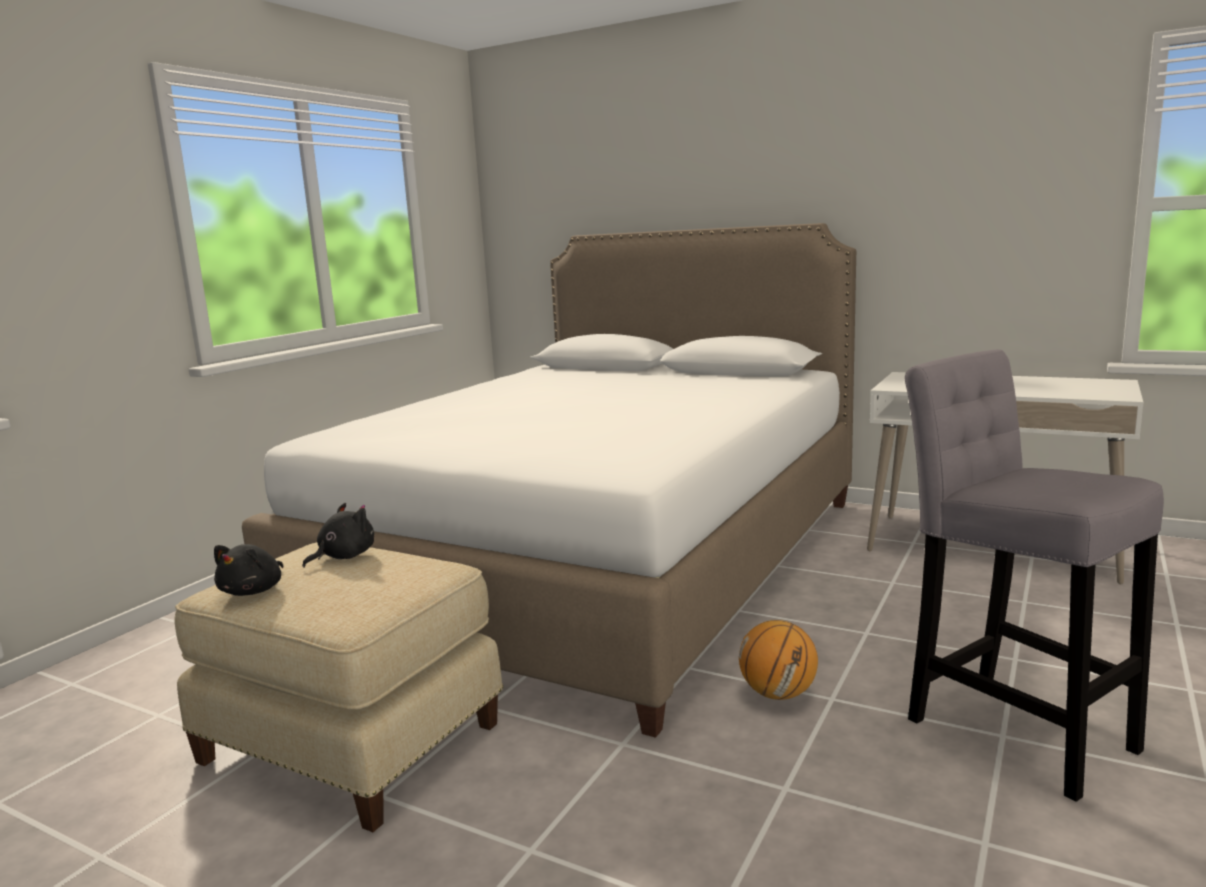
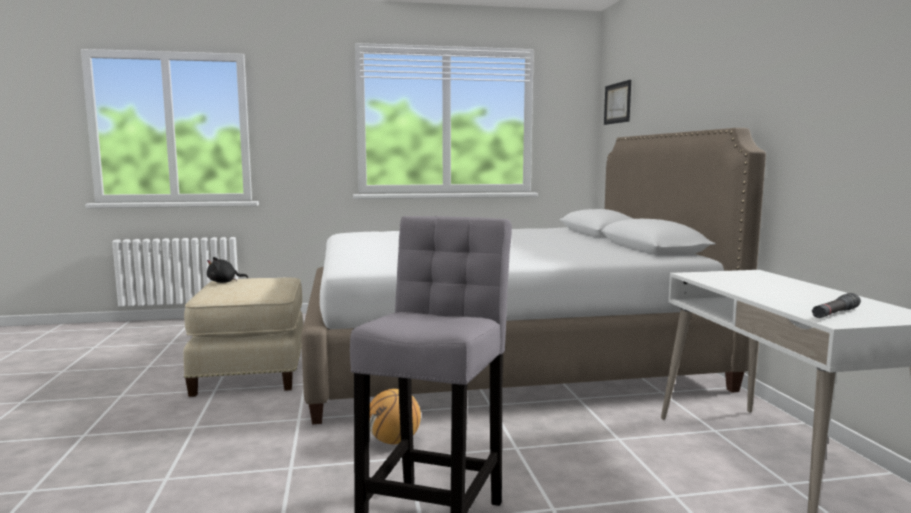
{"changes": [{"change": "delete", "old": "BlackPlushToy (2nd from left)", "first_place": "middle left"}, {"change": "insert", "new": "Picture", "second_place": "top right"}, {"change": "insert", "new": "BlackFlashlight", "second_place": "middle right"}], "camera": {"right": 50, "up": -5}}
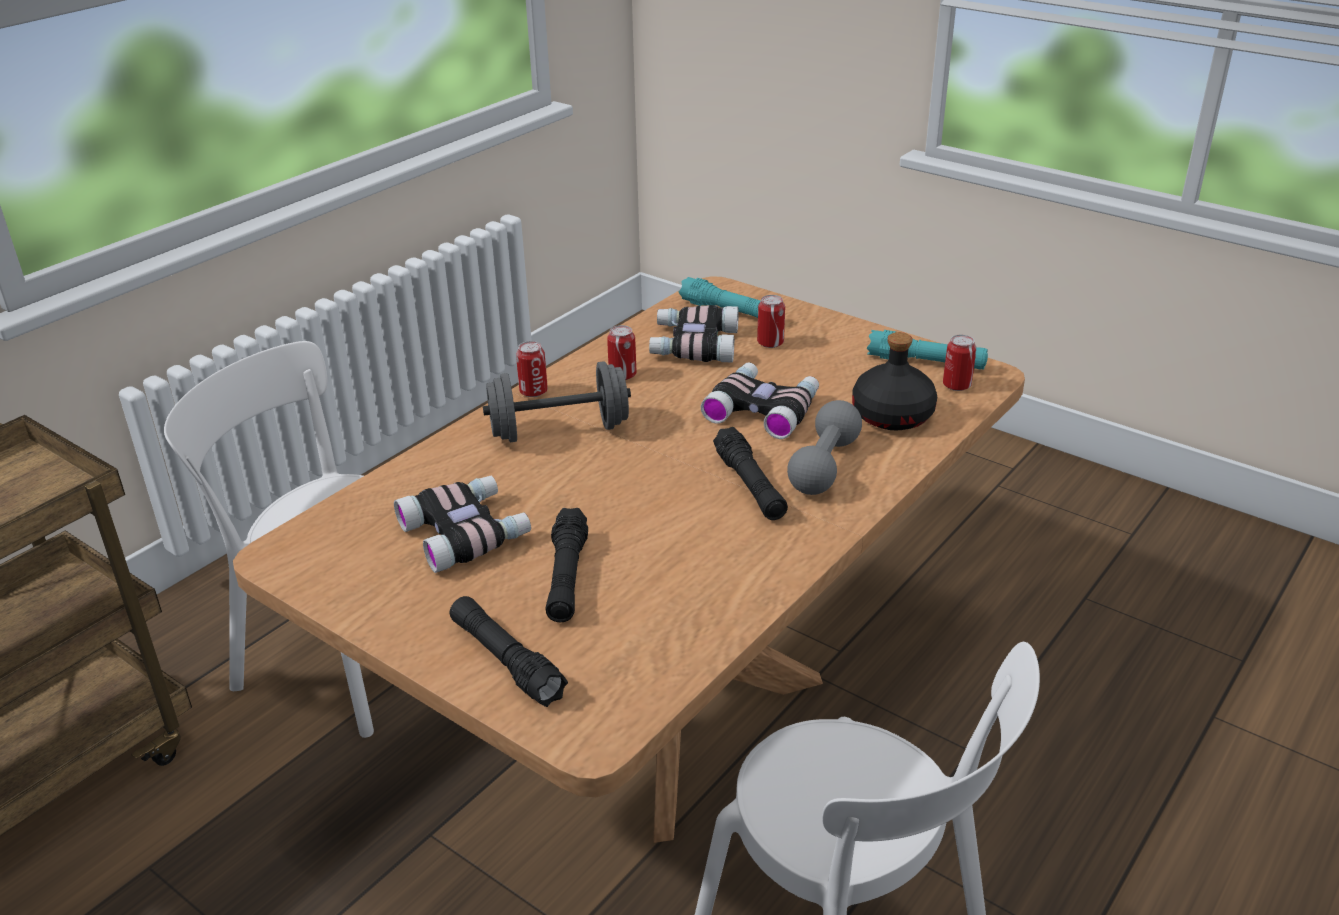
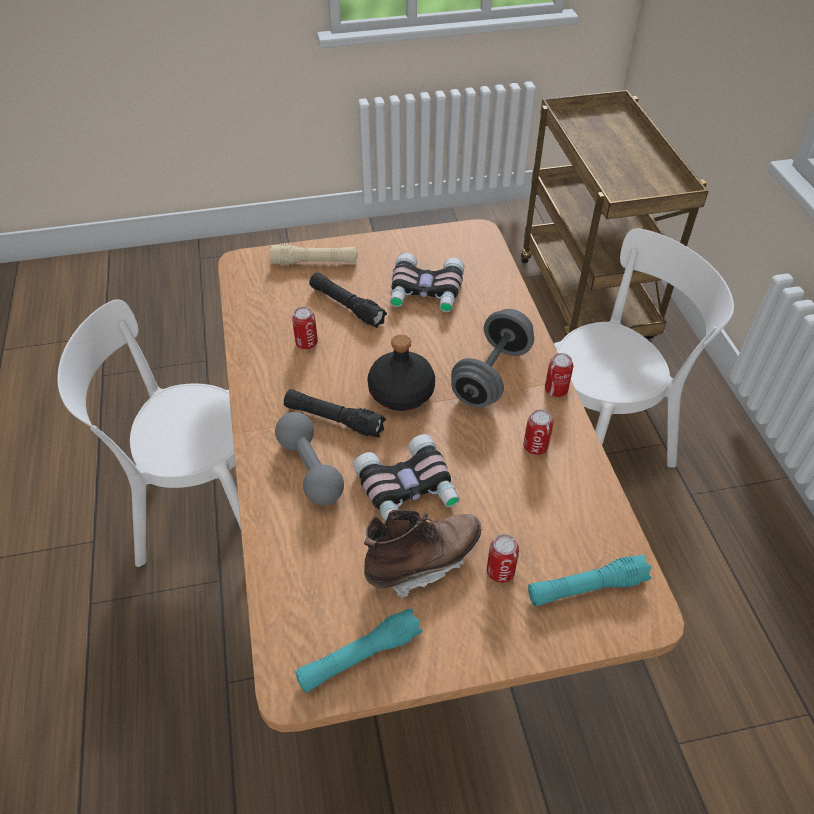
{"changes": [{"change": "delete", "old": "Binoculars (2nd from left)", "first_place": "centre"}, {"change": "move", "old": "BlackBottle", "first_place": "middle right", "second_place": "centre"}, {"change": "move", "old": "Can (4th from left in the first image)", "new": "Can (1st from left)", "first_place": "middle right", "second_place": "centre"}, {"change": "recolor", "old": "BlackFlashlight (1st from left)", "new": "BeigeFlashlight", "first_place": "bottom centre", "second_place": "top centre"}, {"change": "insert", "new": "BrownBoot", "second_place": "bottom centre"}], "camera": {"right": 130, "up": 15}}
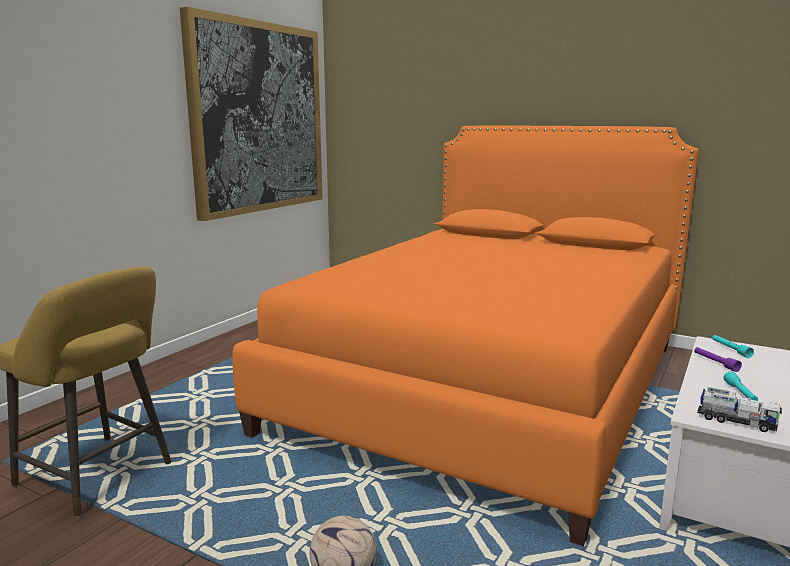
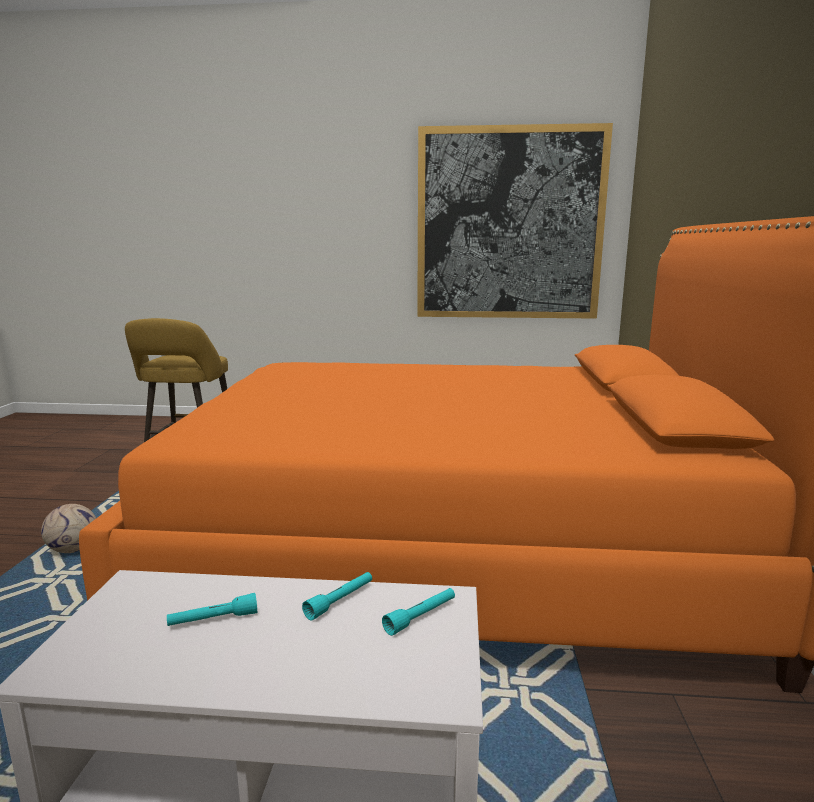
{"changes": [{"change": "recolor", "old": "PurpleFlashlight", "new": "TurquoiseFlashlight (2nd from left)", "first_place": "middle right", "second_place": "bottom centre"}, {"change": "delete", "old": "ToyTruck", "first_place": "bottom right"}], "camera": {"right": 65, "up": 0}}
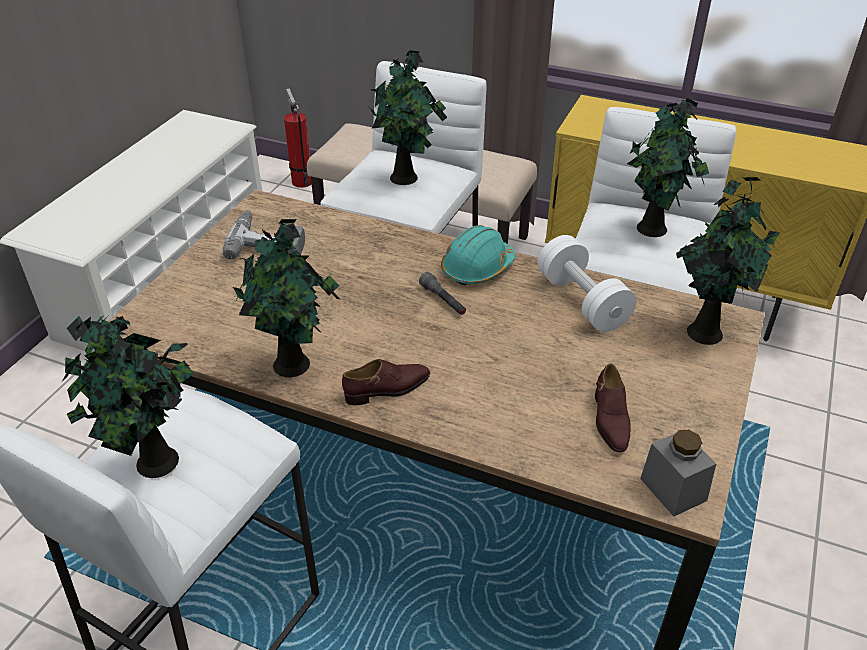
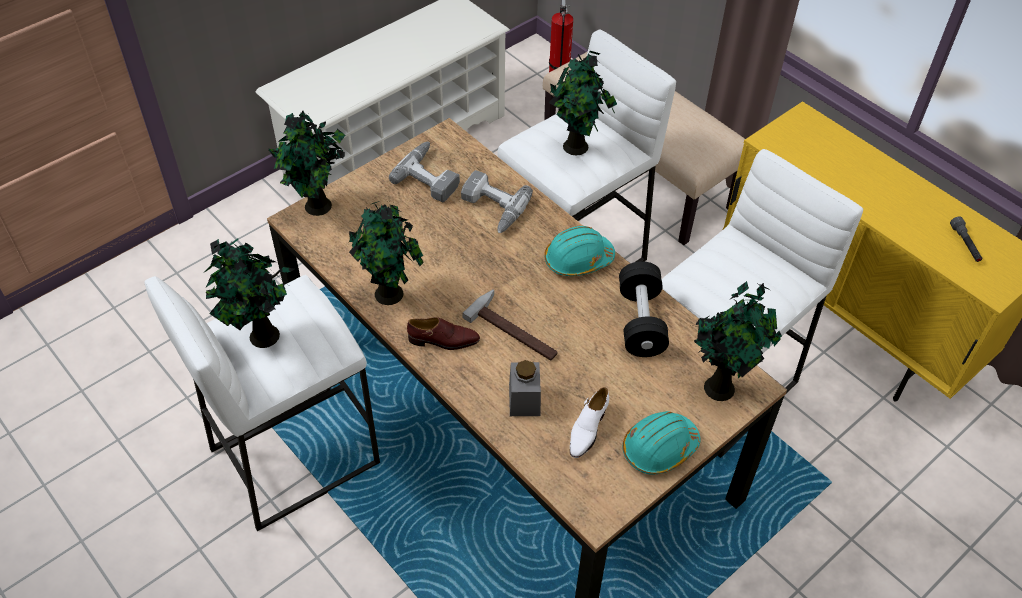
{"changes": [{"change": "move", "old": "PottedPlant (4th from left in the first image)", "new": "PottedPlant (2nd from left)", "first_place": "top right", "second_place": "top left"}, {"change": "recolor", "old": "WhiteDumbbell", "new": "BlackDumbbell", "first_place": "middle right", "second_place": "centre"}, {"change": "move", "old": "GreyFlashlight", "first_place": "centre", "second_place": "middle right"}, {"change": "recolor", "old": "BrownShoe (2nd from left)", "new": "WhiteShoe", "first_place": "middle right", "second_place": "bottom centre"}, {"change": "move", "old": "GreyJar", "first_place": "bottom right", "second_place": "centre"}, {"change": "insert", "new": "PowerDrill (2nd from left)", "second_place": "centre"}, {"change": "insert", "new": "Hammer", "second_place": "centre"}, {"change": "insert", "new": "TurquoiseHardHat (2nd from left)", "second_place": "bottom centre"}], "camera": {"right": 25, "up": 10}}
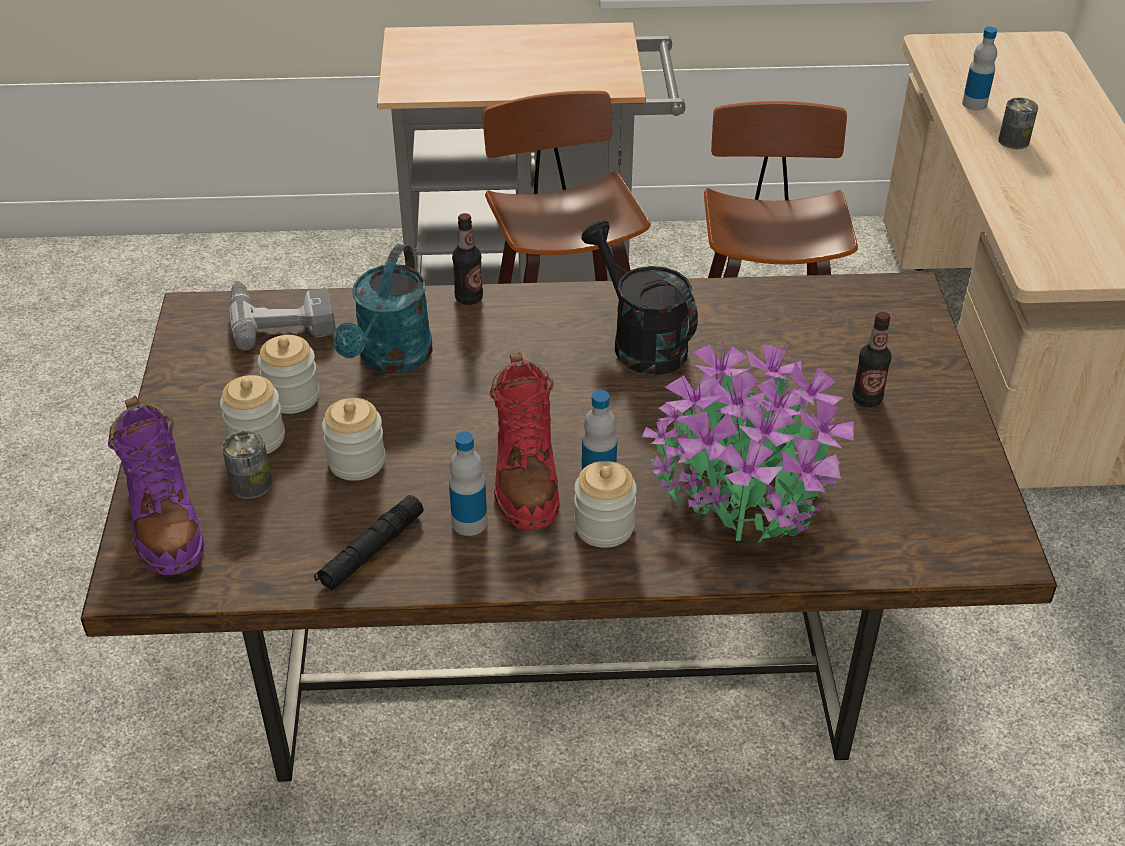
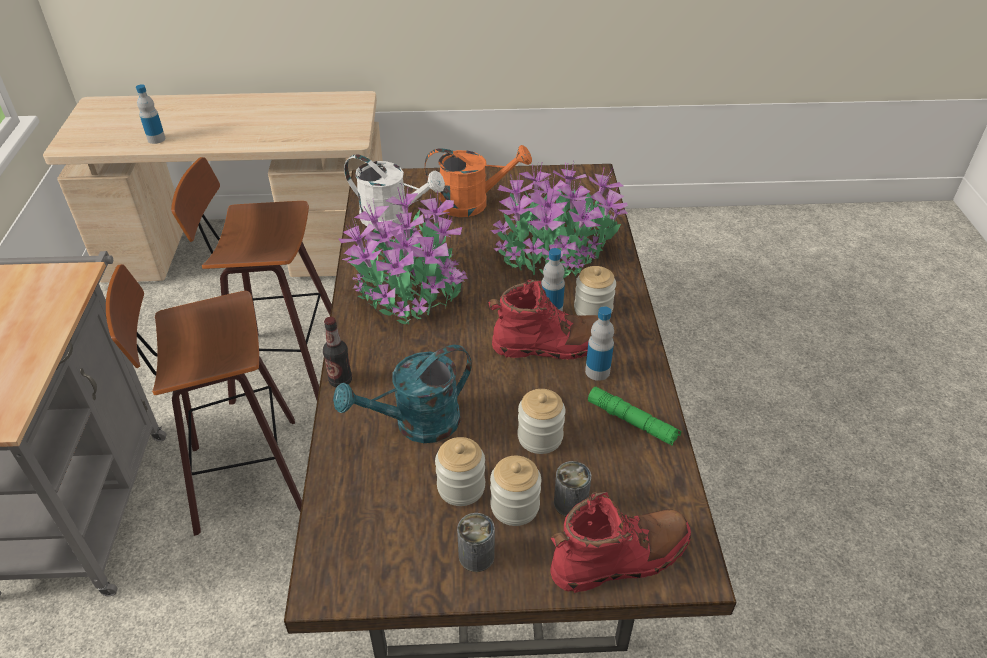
{"changes": [{"change": "move", "old": "Can (2nd from left in the first image)", "new": "Can (1st from left)", "first_place": "top right", "second_place": "bottom centre"}, {"change": "replace", "old": "BlackWateringCan", "new": "PottedPlant (1st from left)", "first_place": "centre", "second_place": "centre"}, {"change": "rotate", "old": "TurquoiseWateringCan", "first_place": "centre", "second_place": "centre", "degrees": 135}, {"change": "delete", "old": "PowerDrill", "first_place": "middle left"}, {"change": "replace", "old": "Bottle (4th from left)", "new": "OrangeWateringCan", "first_place": "middle right", "second_place": "top centre"}, {"change": "recolor", "old": "PurpleBoot", "new": "RedBoot (2nd from left)", "first_place": "middle left", "second_place": "bottom centre"}, {"change": "recolor", "old": "BlackFlashlight", "new": "GreenFlashlight", "first_place": "middle left", "second_place": "centre"}, {"change": "insert", "new": "WhiteWateringCan", "second_place": "top centre"}], "camera": {"right": -90, "up": 0}}
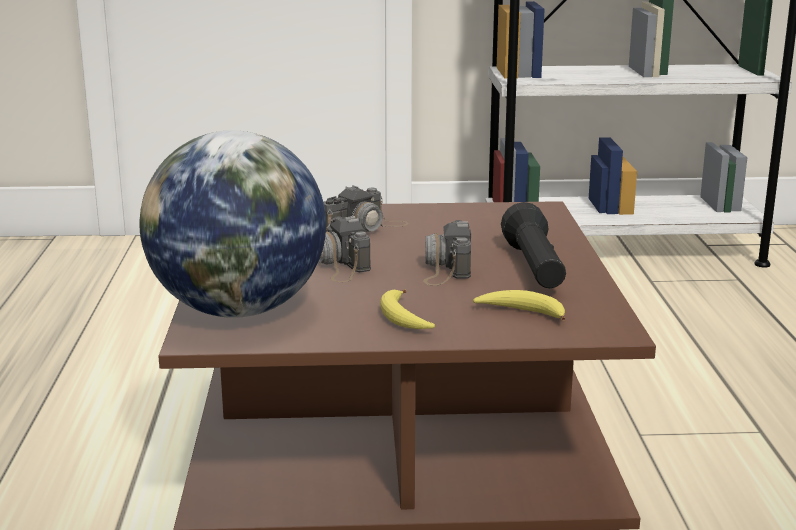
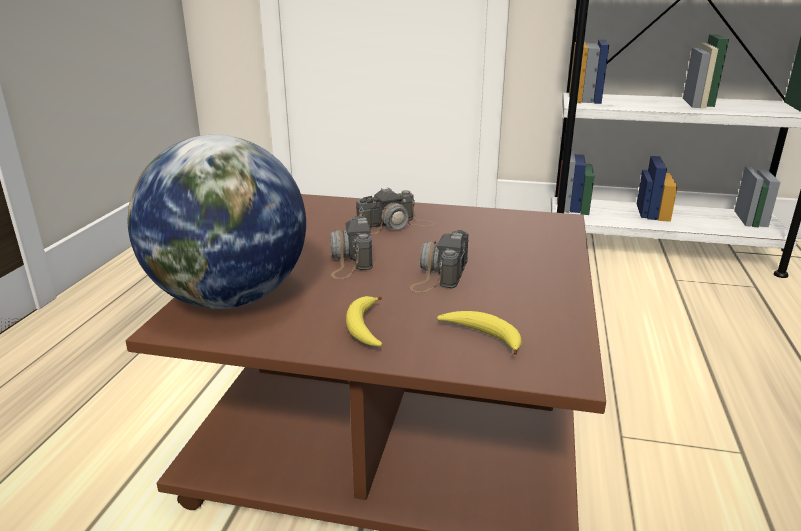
{"changes": [{"change": "delete", "old": "BlackFlashlight", "first_place": "middle right"}], "camera": {"right": 15, "up": 5}}
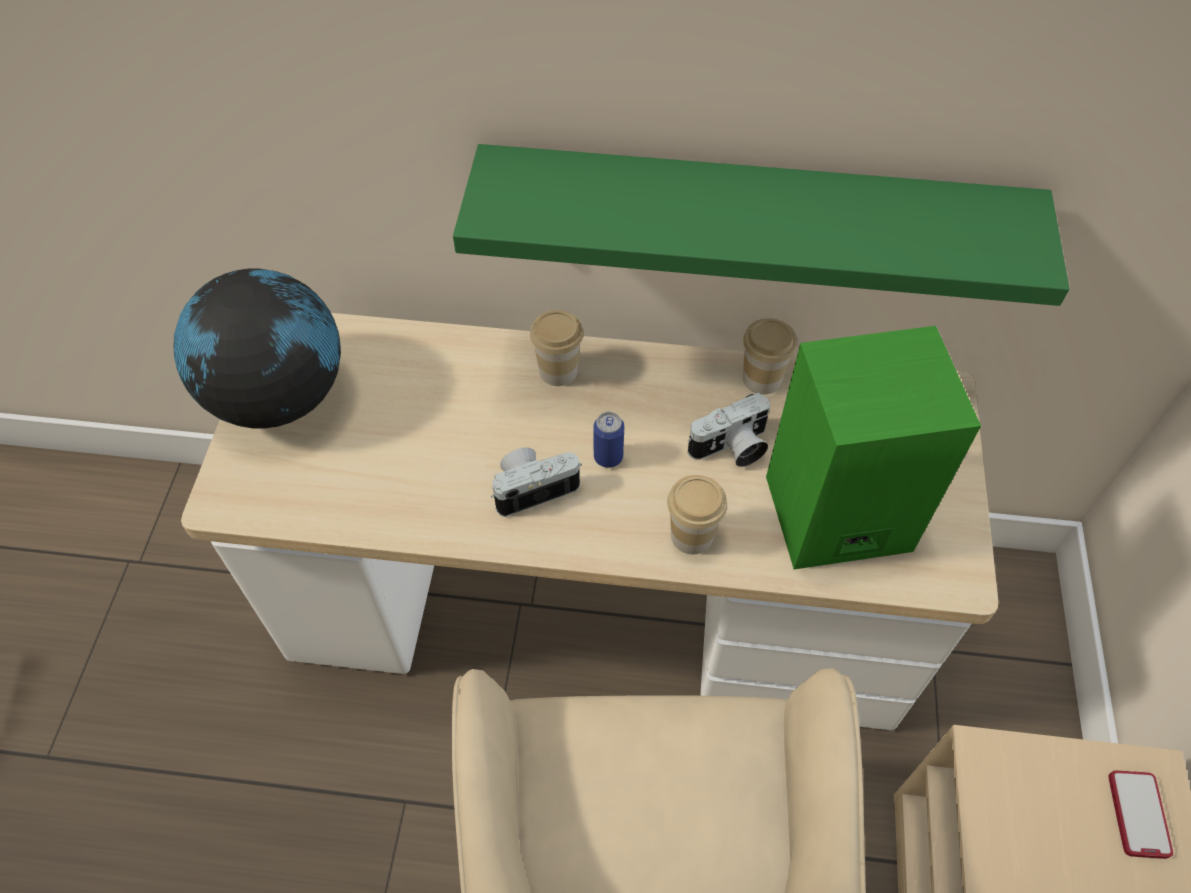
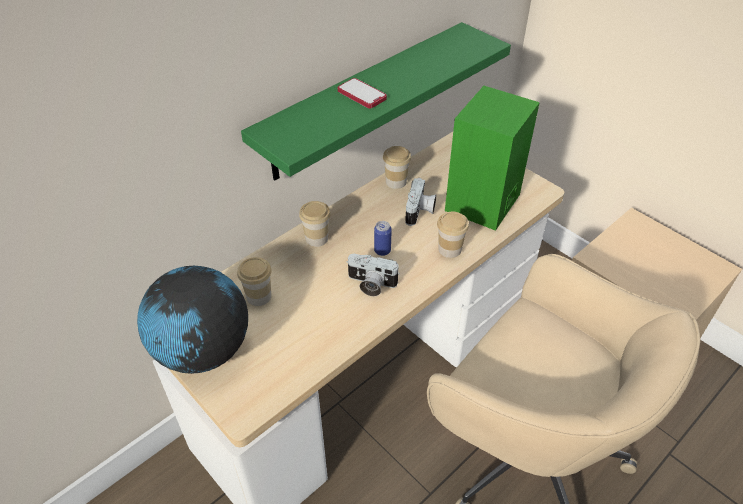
{"changes": [{"change": "rotate", "old": "PhotoCamera (1st from left)", "first_place": "centre", "second_place": "centre", "degrees": -90}, {"change": "move", "old": "Phone", "first_place": "bottom right", "second_place": "top centre"}, {"change": "insert", "new": "Cup (1st from left)", "second_place": "centre"}], "camera": {"right": -50, "up": -10}}
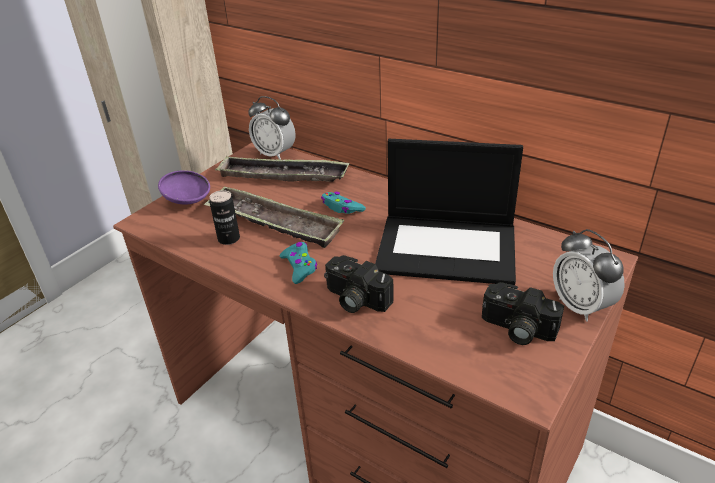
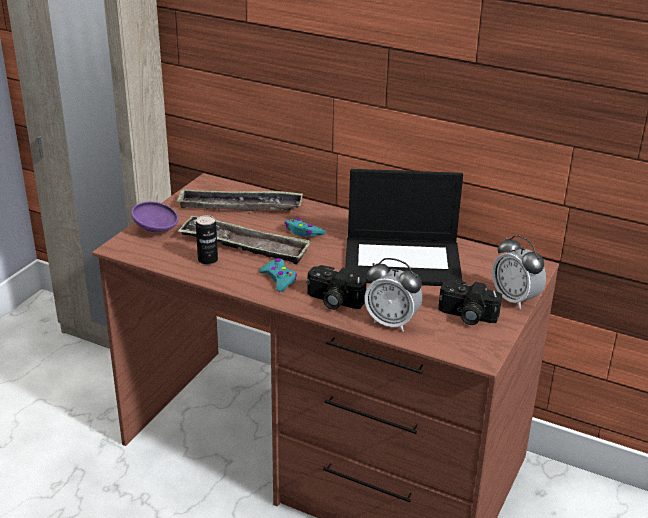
{"changes": [{"change": "move", "old": "AlarmClock (1st from left)", "first_place": "top centre", "second_place": "centre"}], "camera": {"right": -10, "up": -5}}
